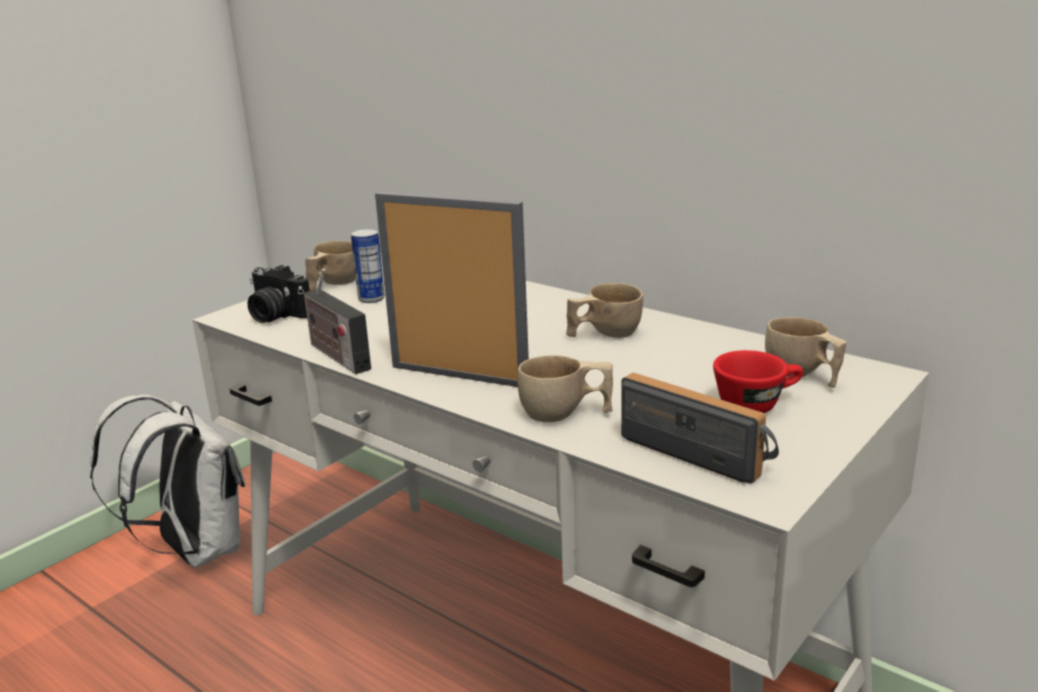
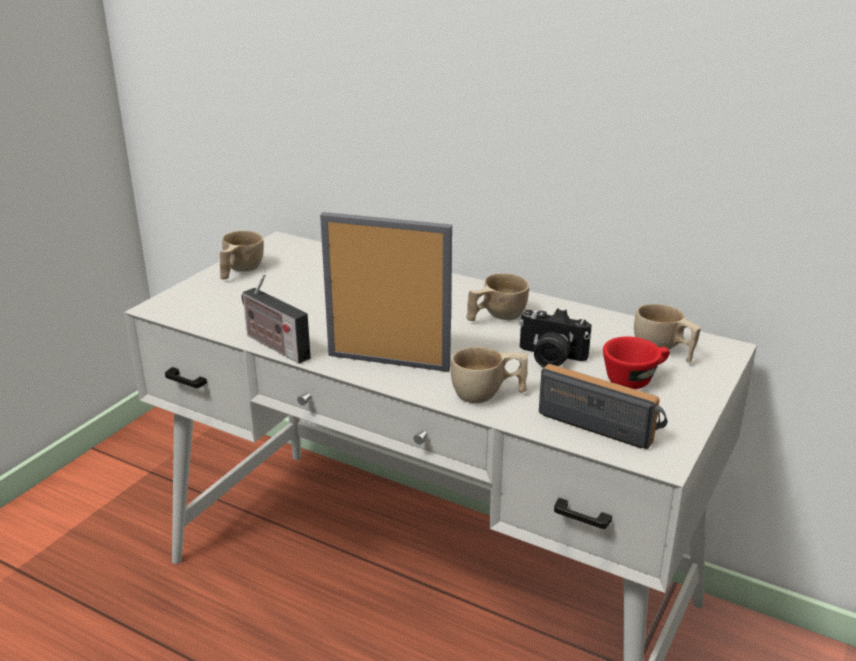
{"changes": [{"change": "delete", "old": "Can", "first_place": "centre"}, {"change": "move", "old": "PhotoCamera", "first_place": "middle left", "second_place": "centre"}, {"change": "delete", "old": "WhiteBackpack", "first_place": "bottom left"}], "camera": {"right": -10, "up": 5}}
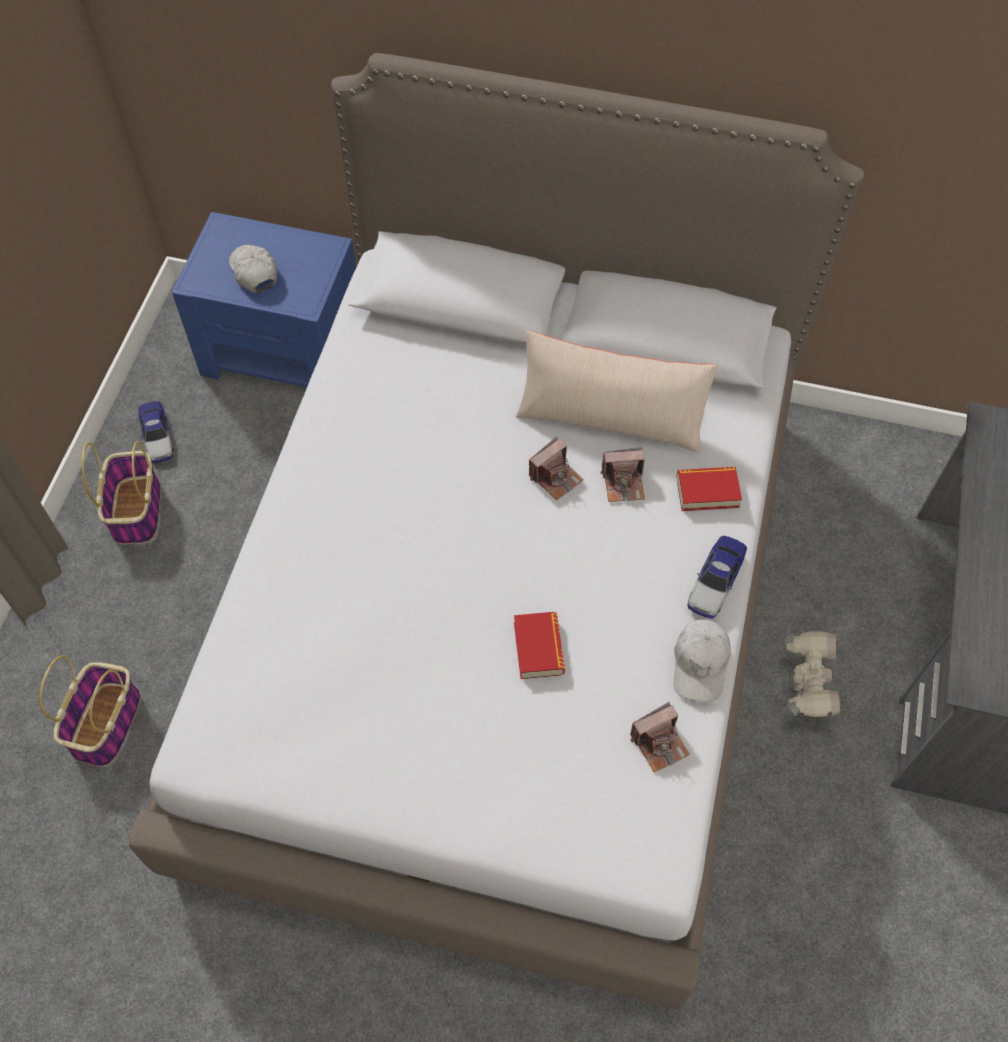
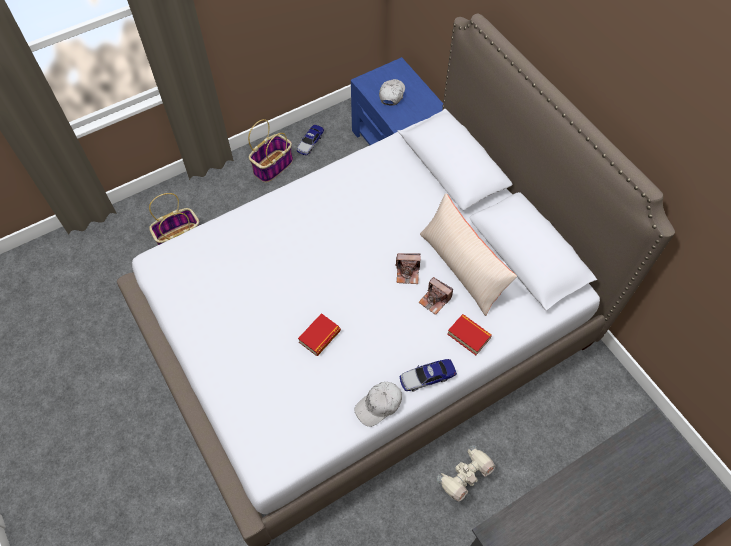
{"changes": [{"change": "delete", "old": "PhotoCamera (3rd from left)", "first_place": "bottom centre"}], "camera": {"right": 45, "up": 0}}
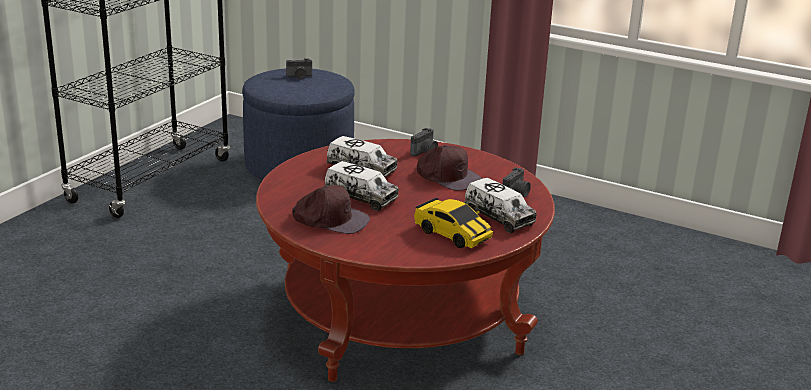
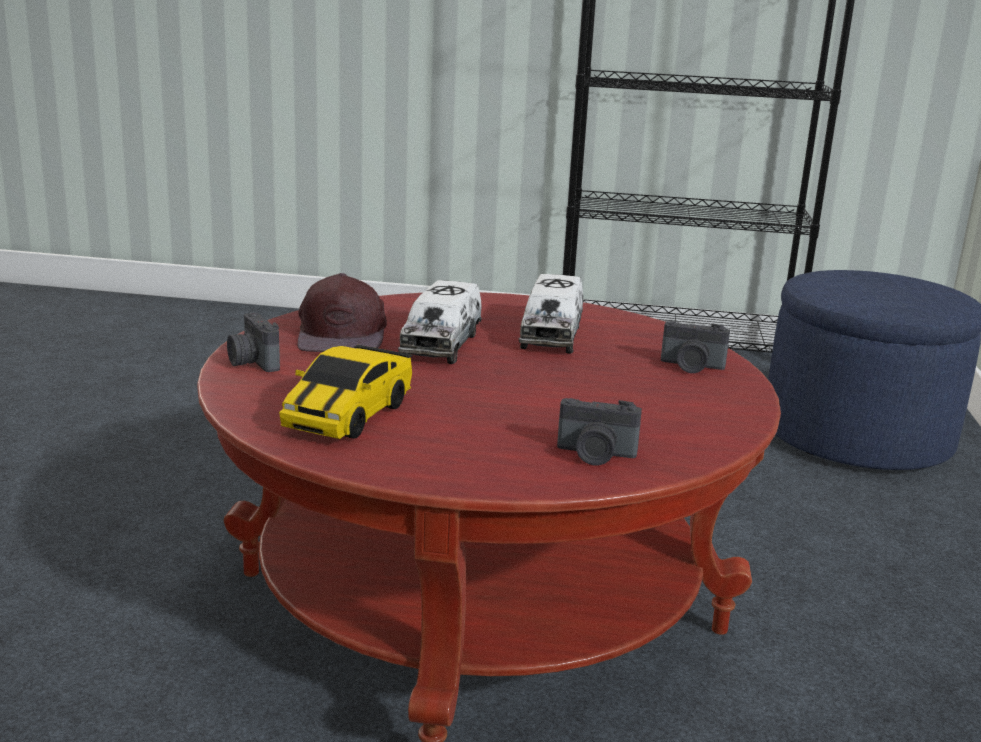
{"changes": [{"change": "move", "old": "PhotoCamera (1st from left)", "first_place": "top centre", "second_place": "middle left"}, {"change": "delete", "old": "BrownCap (2nd from left)", "first_place": "centre"}, {"change": "delete", "old": "ToyTruck (3rd from left)", "first_place": "centre"}], "camera": {"right": 70, "up": -5}}
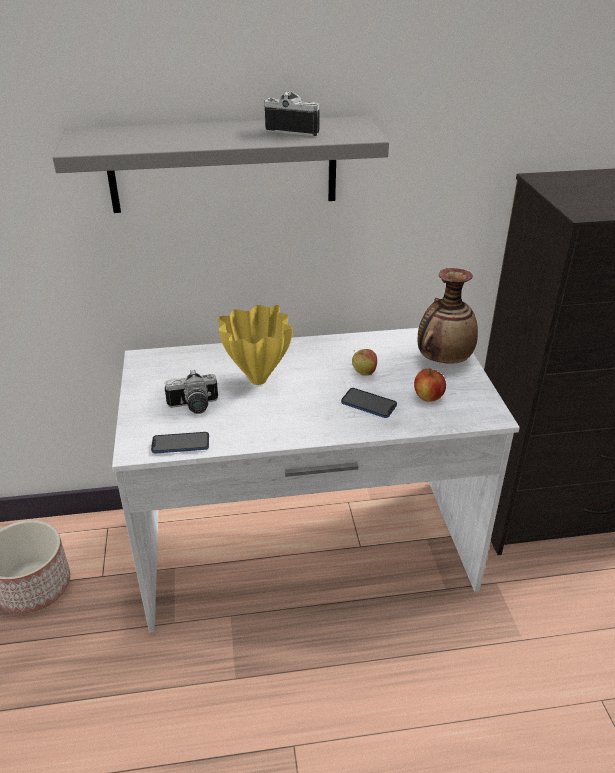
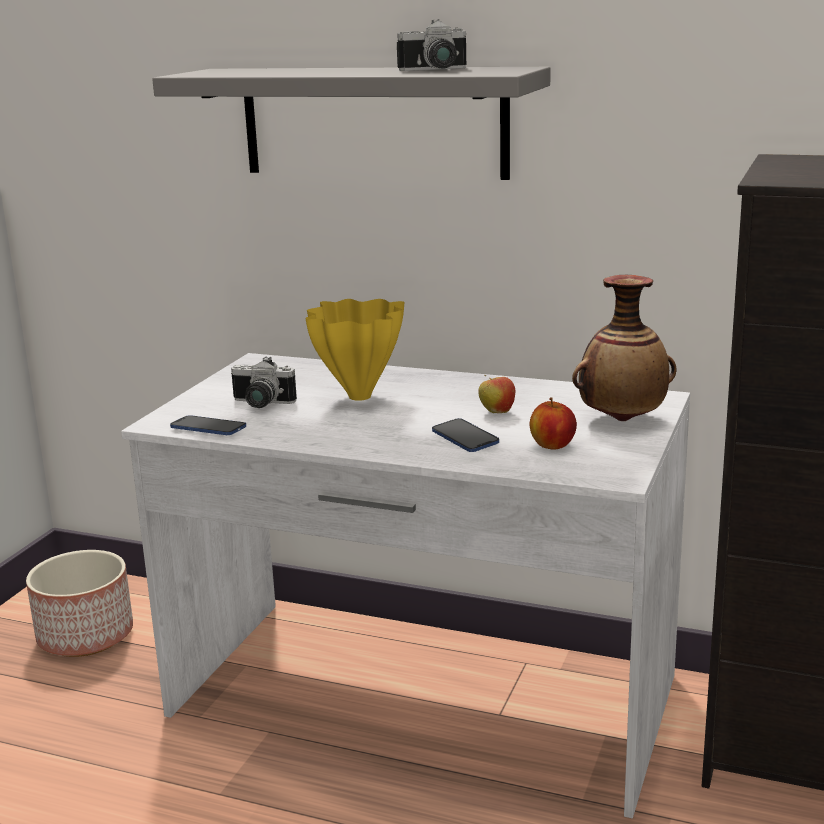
{"changes": [{"change": "rotate", "old": "PhotoCamera (2nd from left)", "first_place": "top centre", "second_place": "top centre", "degrees": 120}], "camera": {"right": 30, "up": -15}}
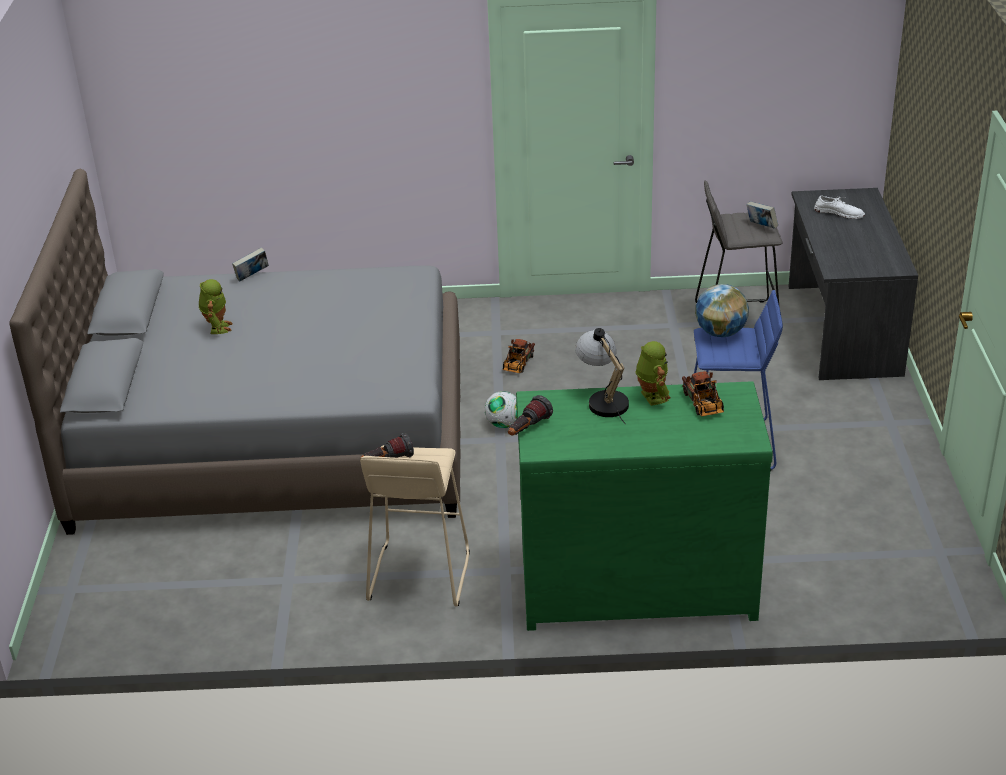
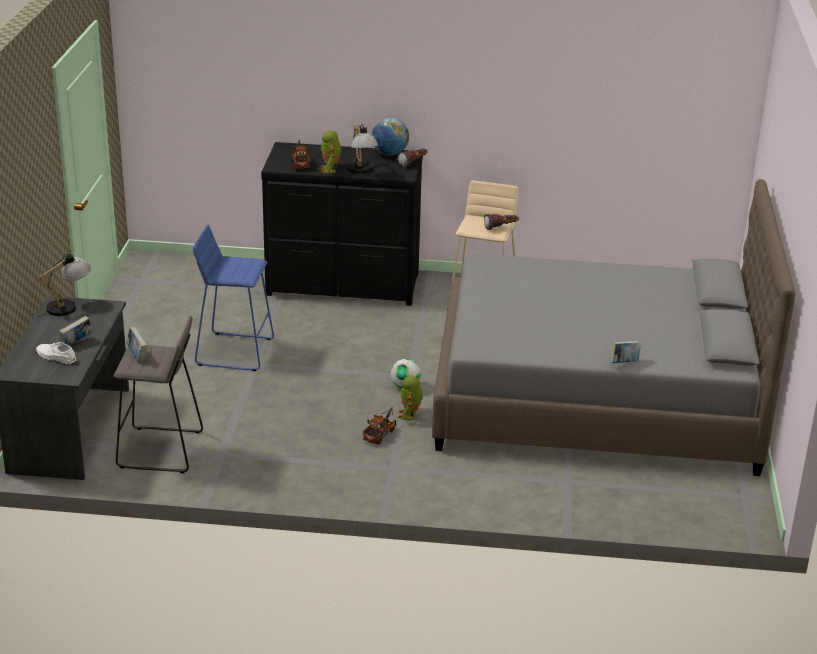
{"changes": [{"change": "move", "old": "ToyRobot (1st from left in the first image)", "new": "ToyRobot (2nd from left)", "first_place": "middle left", "second_place": "centre"}, {"change": "move", "old": "Globe", "first_place": "middle right", "second_place": "top centre"}, {"change": "recolor", "old": "GreenDresser", "new": "BlackDresser", "first_place": "centre", "second_place": "centre"}, {"change": "insert", "new": "TableLamp (1st from left)", "second_place": "middle left"}, {"change": "insert", "new": "Book (1st from left)", "second_place": "middle left"}], "camera": {"right": -175, "up": -5}}
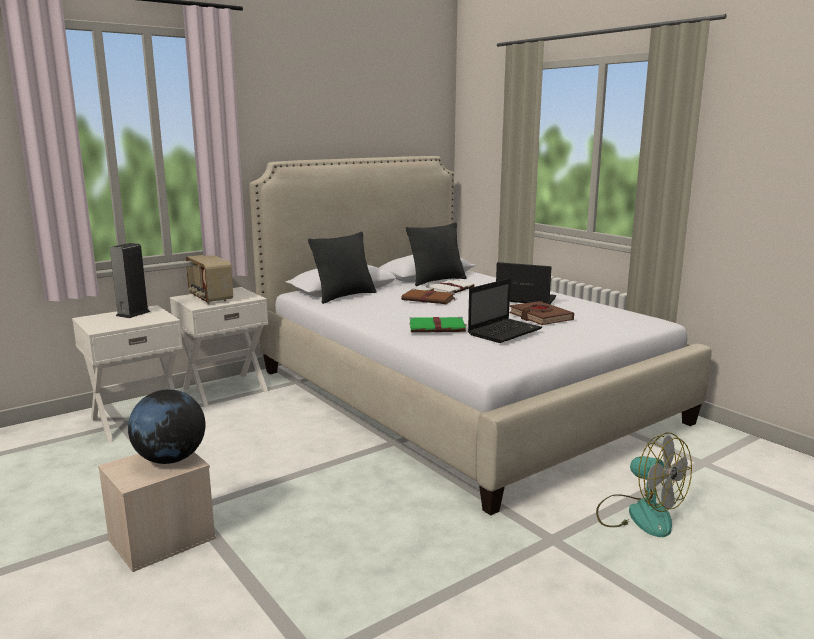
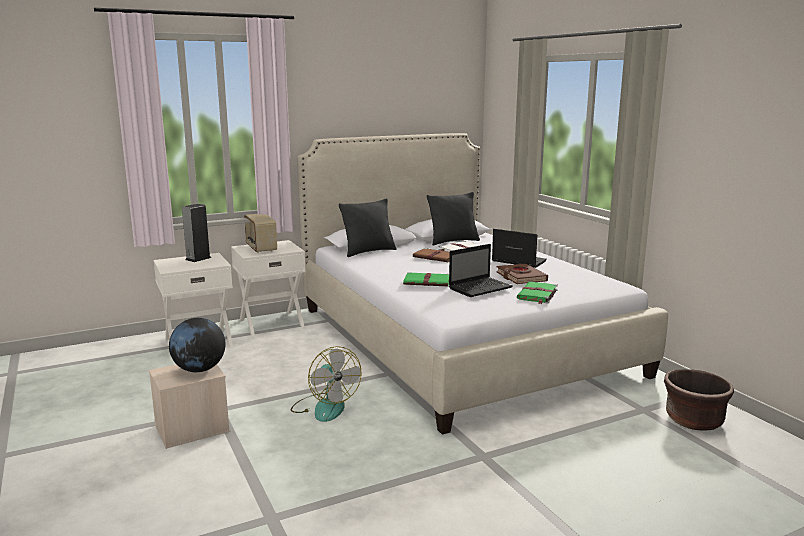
{"changes": [{"change": "move", "old": "Fan", "first_place": "bottom right", "second_place": "bottom centre"}, {"change": "insert", "new": "GreenBook (2nd from left)", "second_place": "middle right"}, {"change": "insert", "new": "BrownPlanter", "second_place": "bottom right"}], "camera": {"right": 10, "up": 0}}
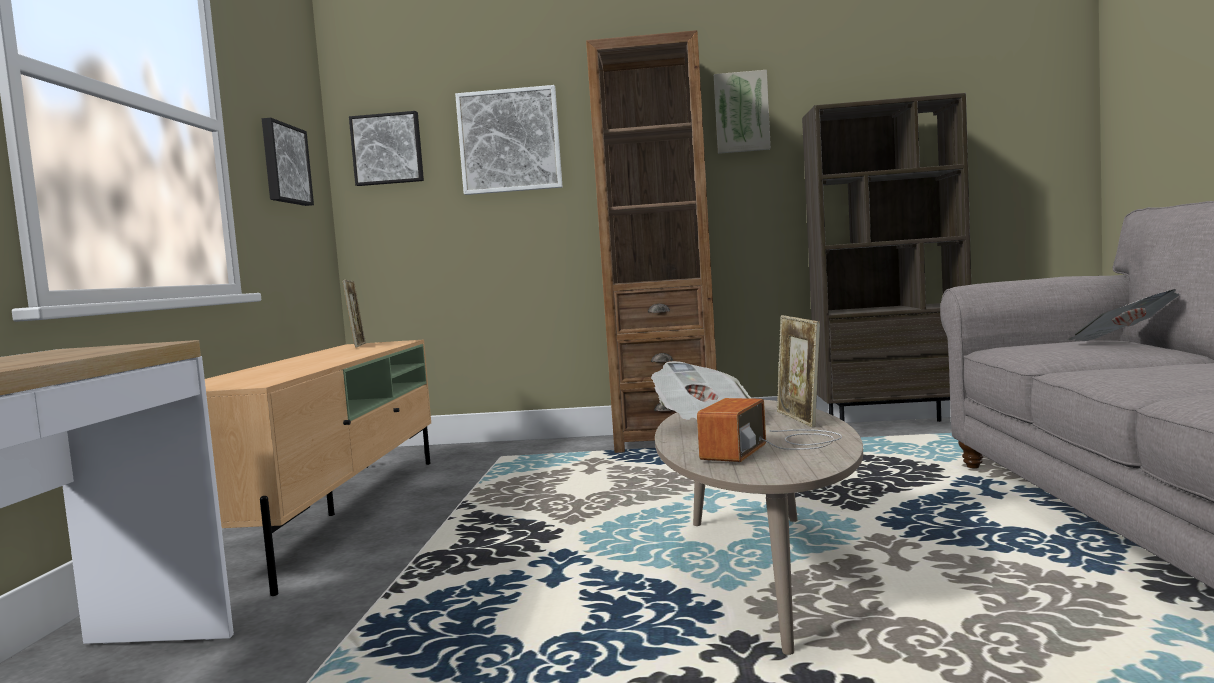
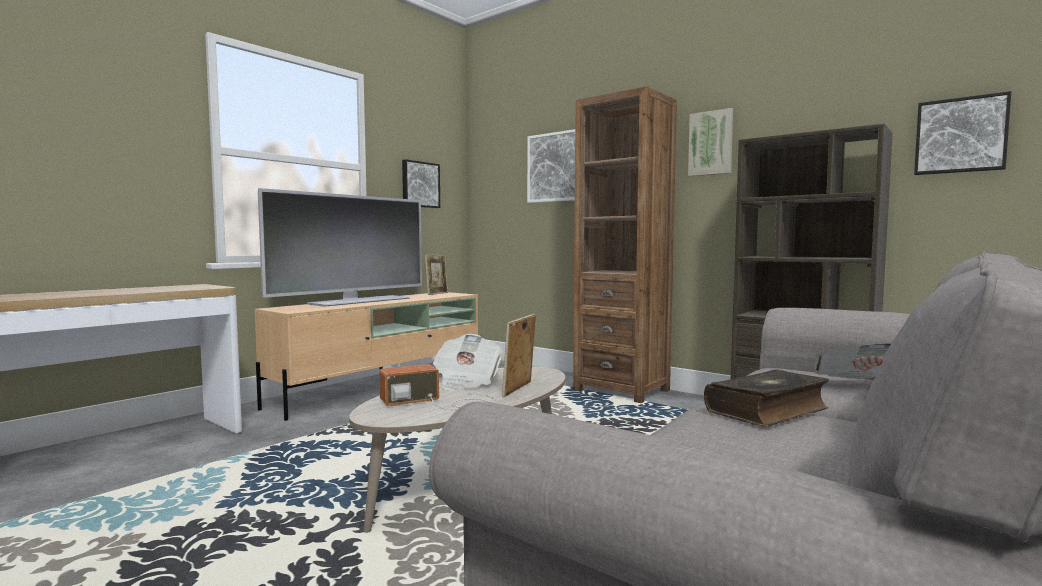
{"changes": [{"change": "move", "old": "Picture (2nd from left in the first image)", "new": "Picture (4th from left)", "first_place": "top left", "second_place": "top right"}, {"change": "insert", "new": "Television", "second_place": "middle left"}, {"change": "insert", "new": "Book", "second_place": "bottom right"}], "camera": {"right": 35, "up": 0}}
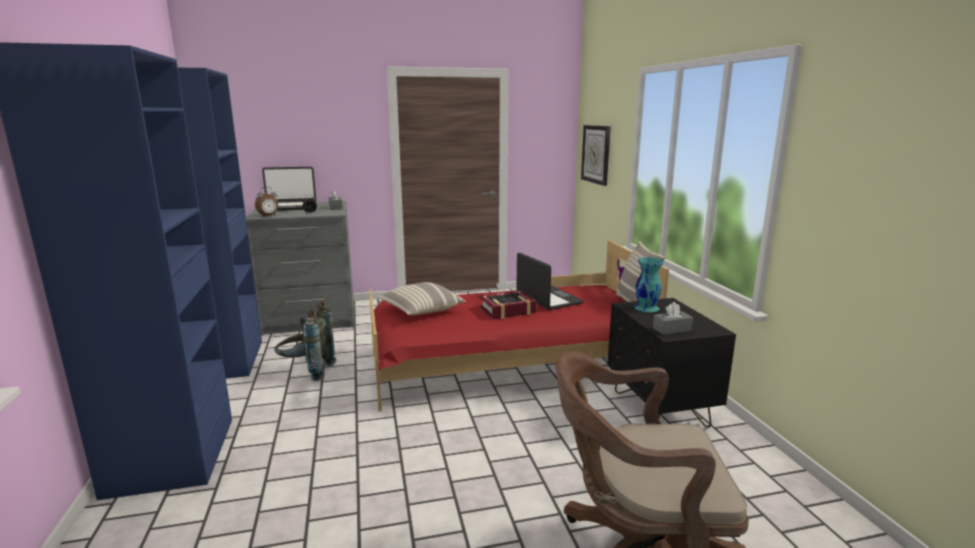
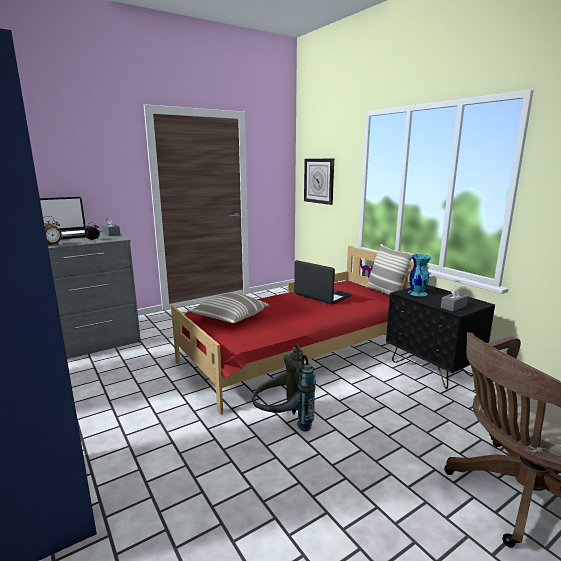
{"changes": [{"change": "delete", "old": "Book", "first_place": "centre"}, {"change": "move", "old": "GreyBackpack", "first_place": "middle left", "second_place": "bottom centre"}], "camera": {"right": -20, "up": 0}}
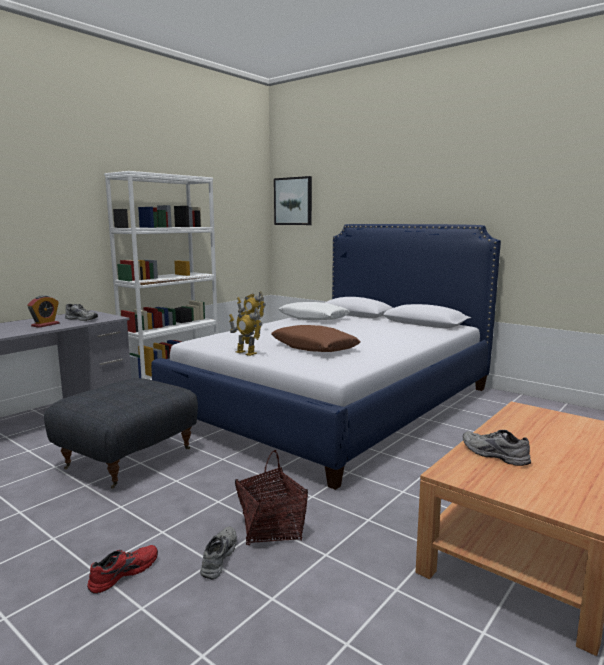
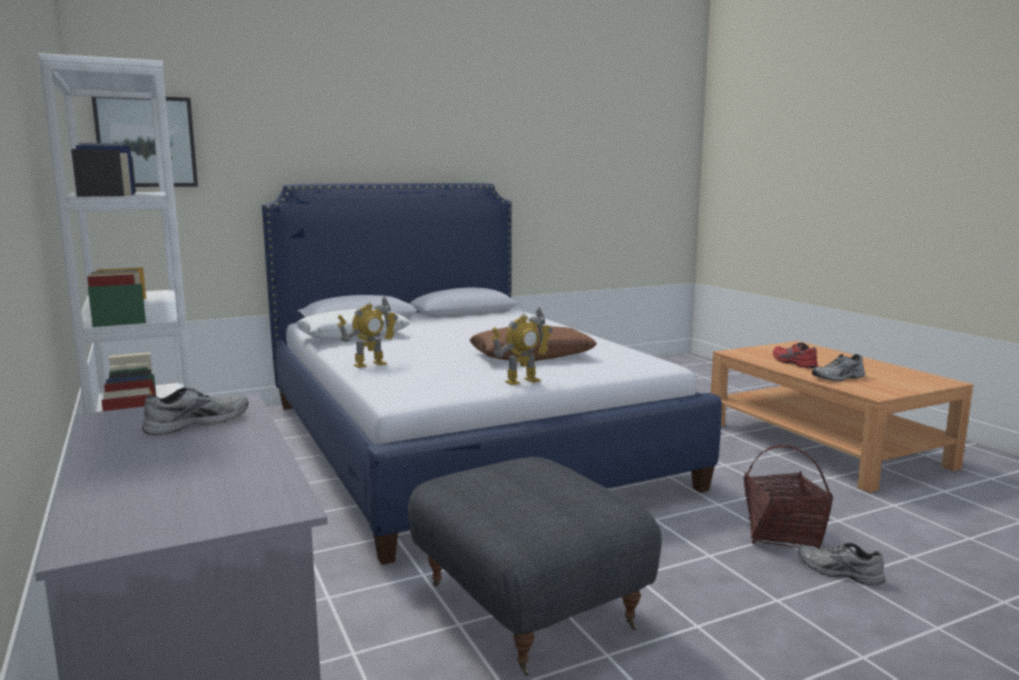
{"changes": [{"change": "delete", "old": "AlarmClock", "first_place": "middle left"}, {"change": "move", "old": "RedShoe", "first_place": "bottom left", "second_place": "middle right"}], "camera": {"right": -65, "up": 0}}
